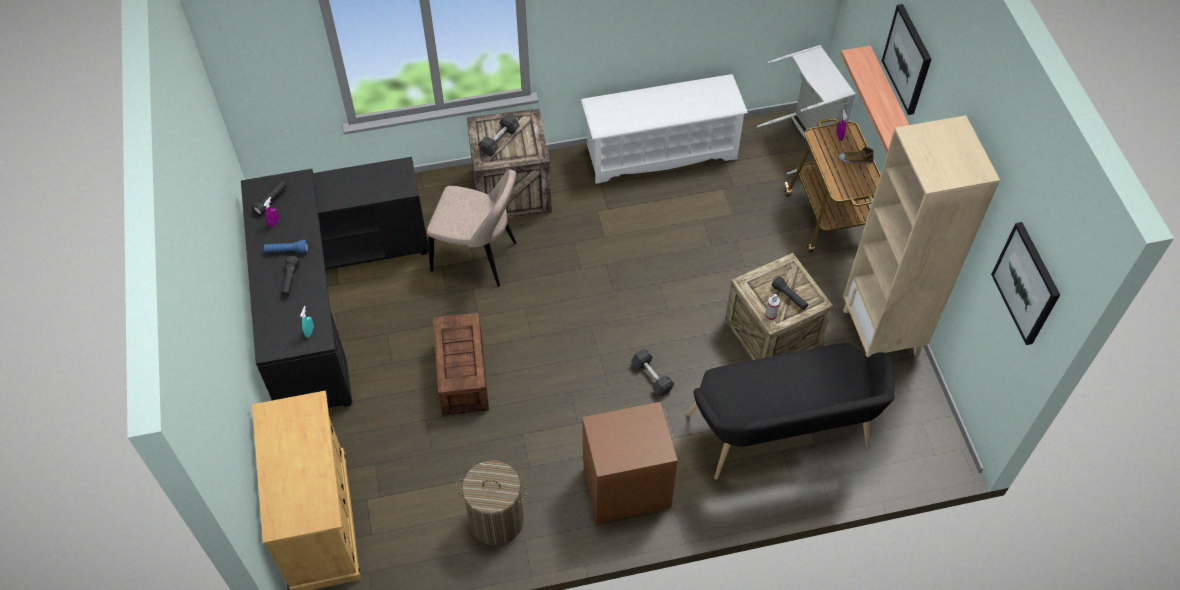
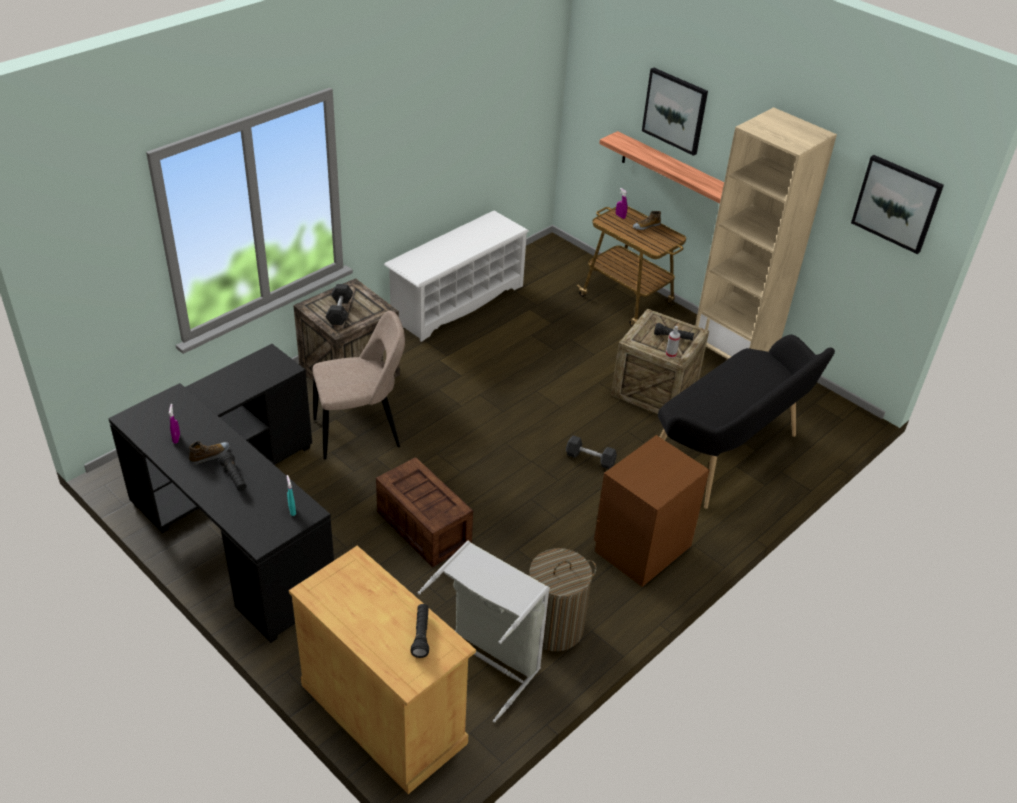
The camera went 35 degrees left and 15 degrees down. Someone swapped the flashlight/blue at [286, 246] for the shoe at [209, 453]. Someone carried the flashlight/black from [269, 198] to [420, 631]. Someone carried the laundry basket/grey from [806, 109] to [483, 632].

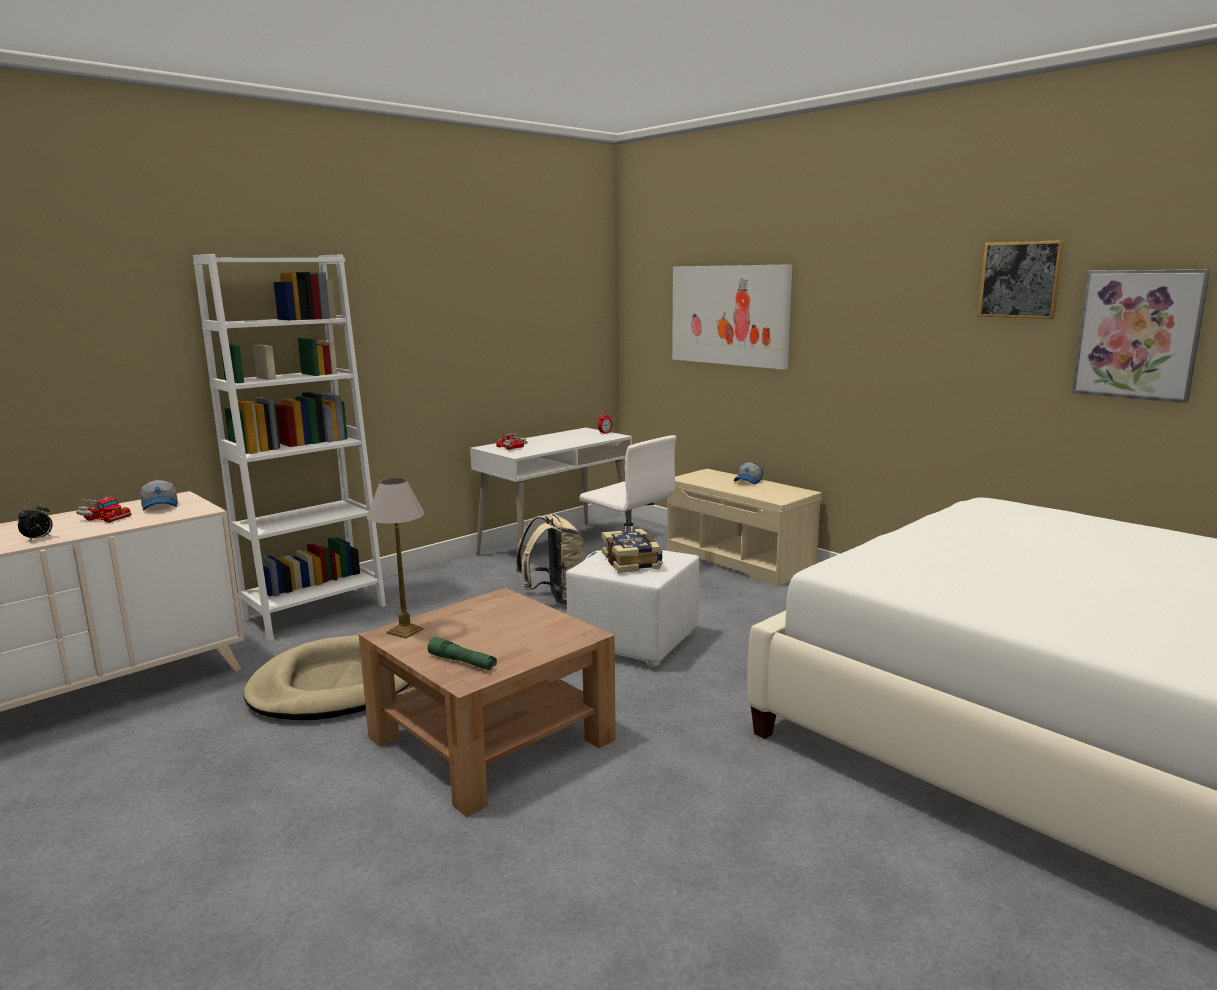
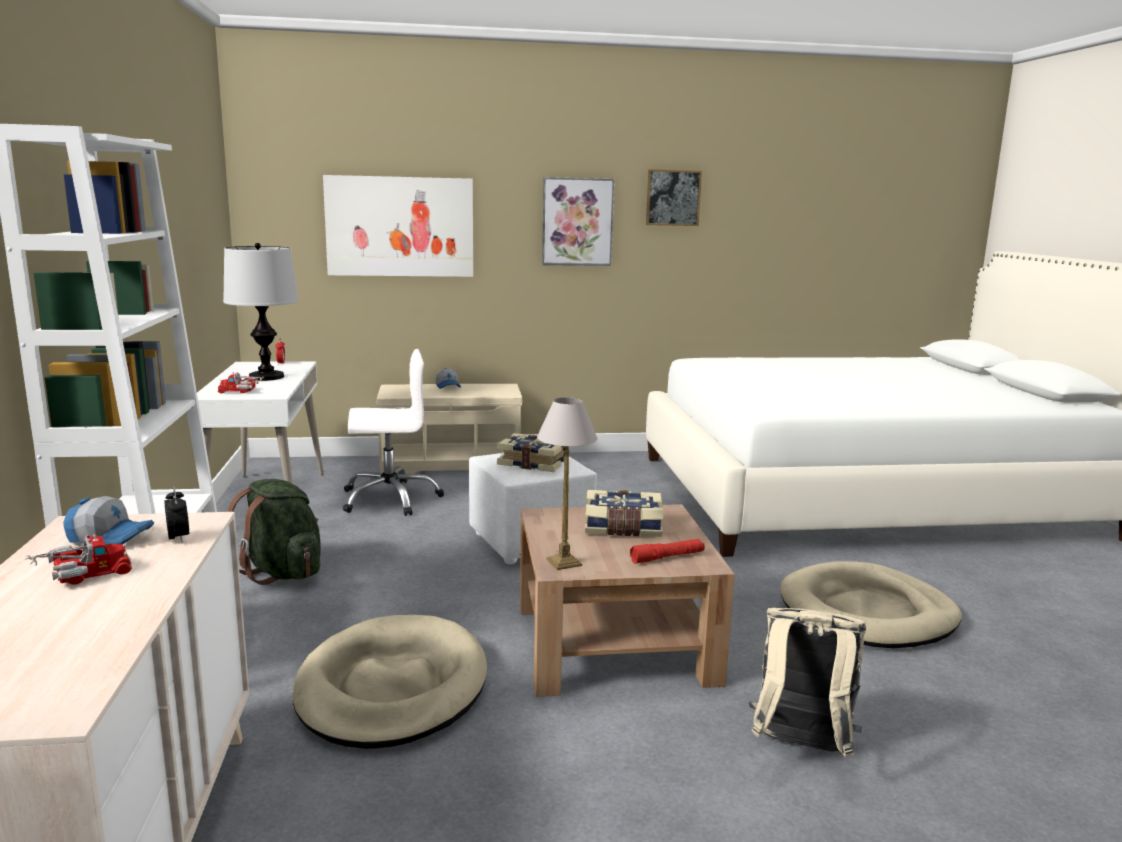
The camera went 55 degrees left and 0 degrees up. Someone carried the alarm clock from [35, 521] to [176, 514]. Someone put down the table lamp at [261, 312]. Someone put down the backpack/green at [274, 532]. Someone carried the picture from [1141, 336] to [578, 221]. Someone put down the book at [624, 513]. Someone repainted the flashlight/green at [462, 653], which became the flashlight/red at [667, 551]. Someone carried the backpack/beige from [549, 559] to [807, 682]. Someone put down the dog bed/beige at [871, 604].

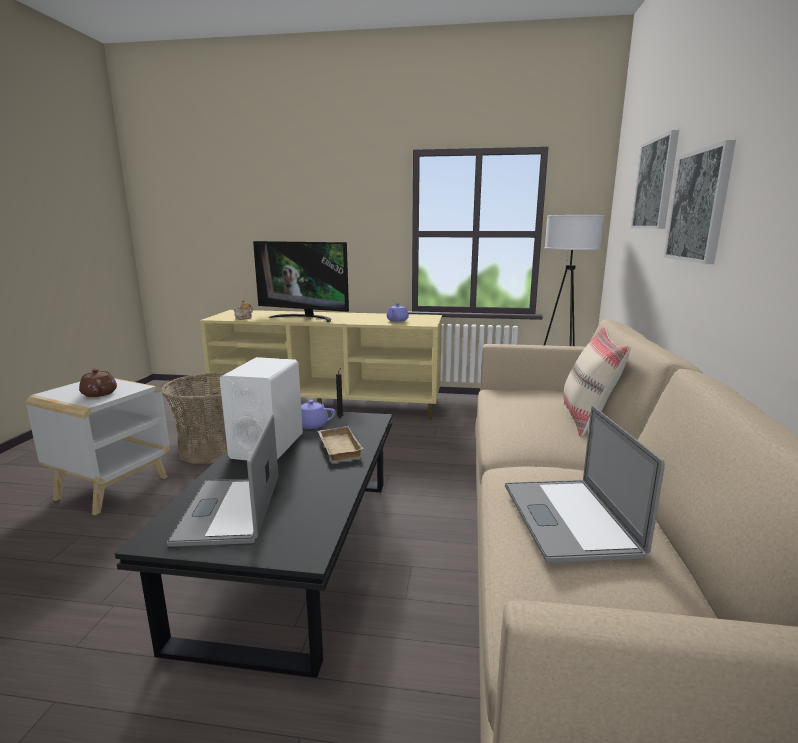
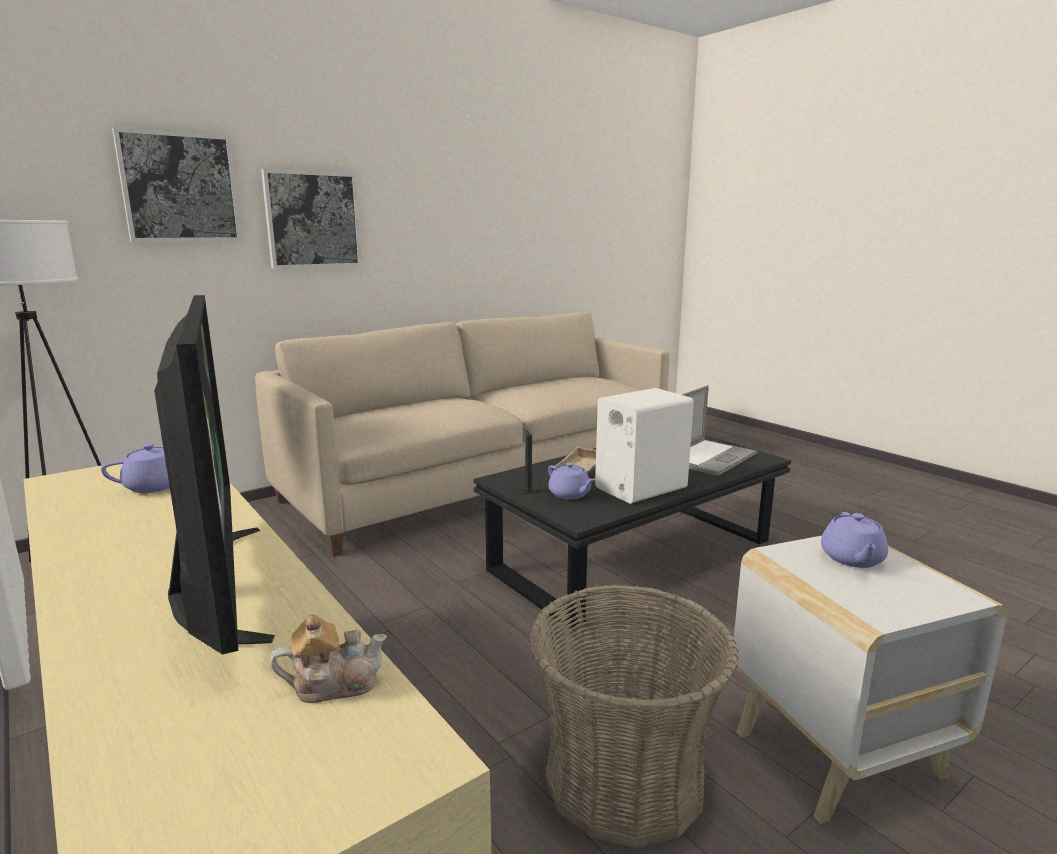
The camera went 135 degrees left and 0 degrees up. Someone repainted the teapot/brown at [98, 382], which became the teapot/purple at [854, 540]. Someone took away the laptop at [585, 484]. Someone took away the pillow/beige at [597, 381].

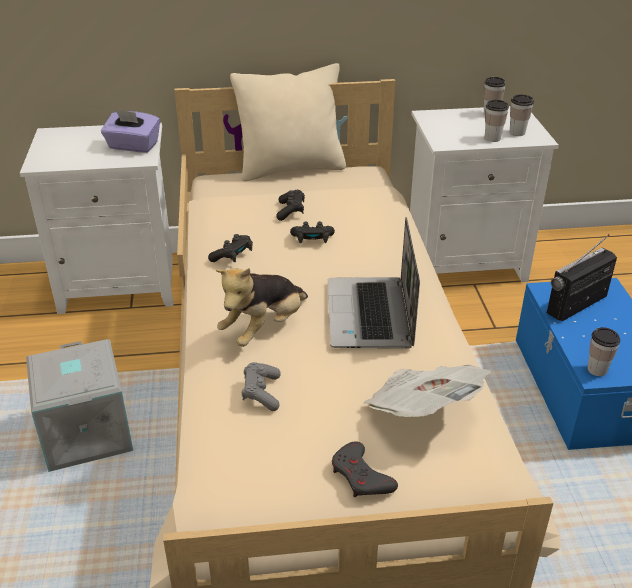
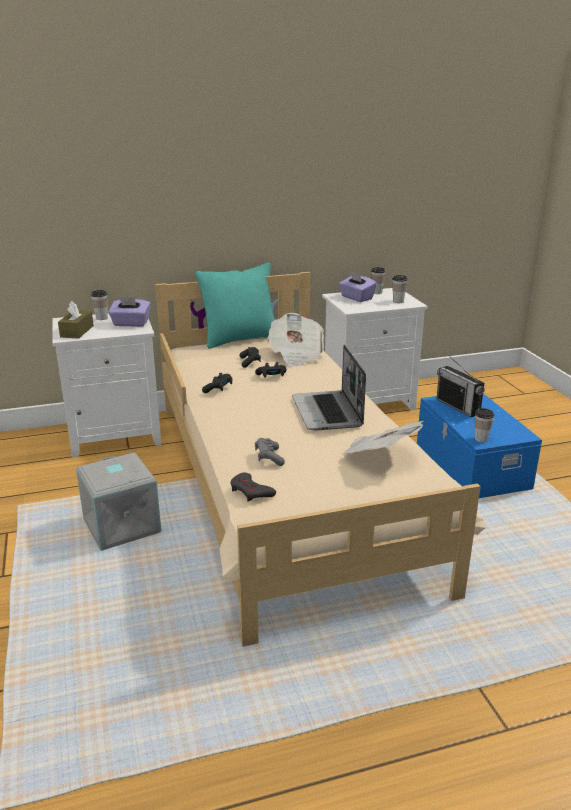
The camera went 10 degrees left and 10 degrees down. Someone put down the tissue box/brown at [76, 319]. Someone carried the cup from [497, 121] to [99, 305]. Someone repainted the pillow/beige at [288, 122], which became the pillow/turquoise at [235, 305]. Someone carried the game controller/grey from [365, 469] to [253, 487]. Someone put down the newspaper at [295, 340]. Someone put down the tissue box/purple at [358, 287]. Someone rotated the radio at [582, 277] by 75 degrees counterclockwise. Someone took away the plush toy at [262, 307].

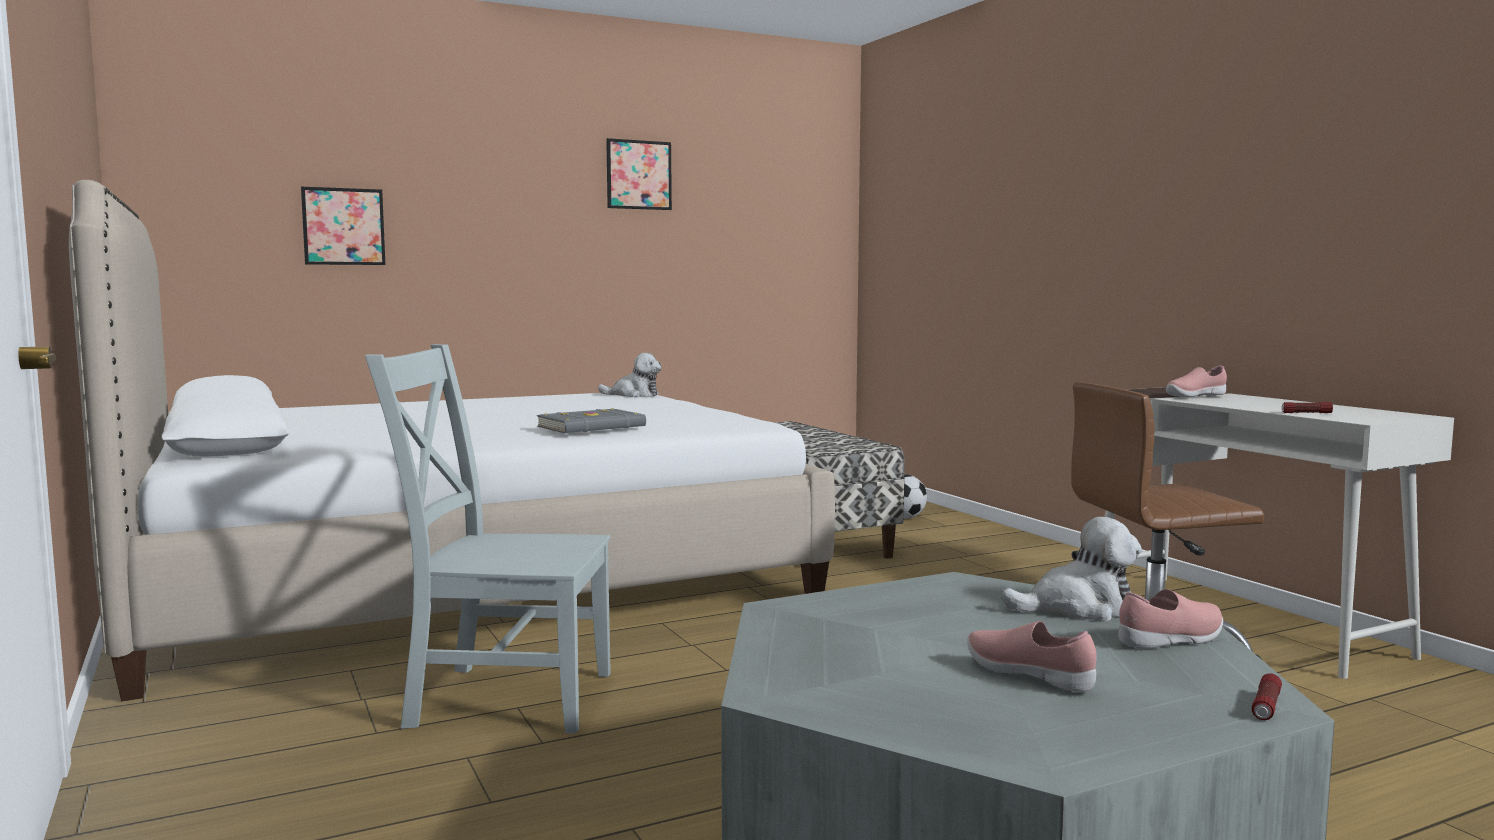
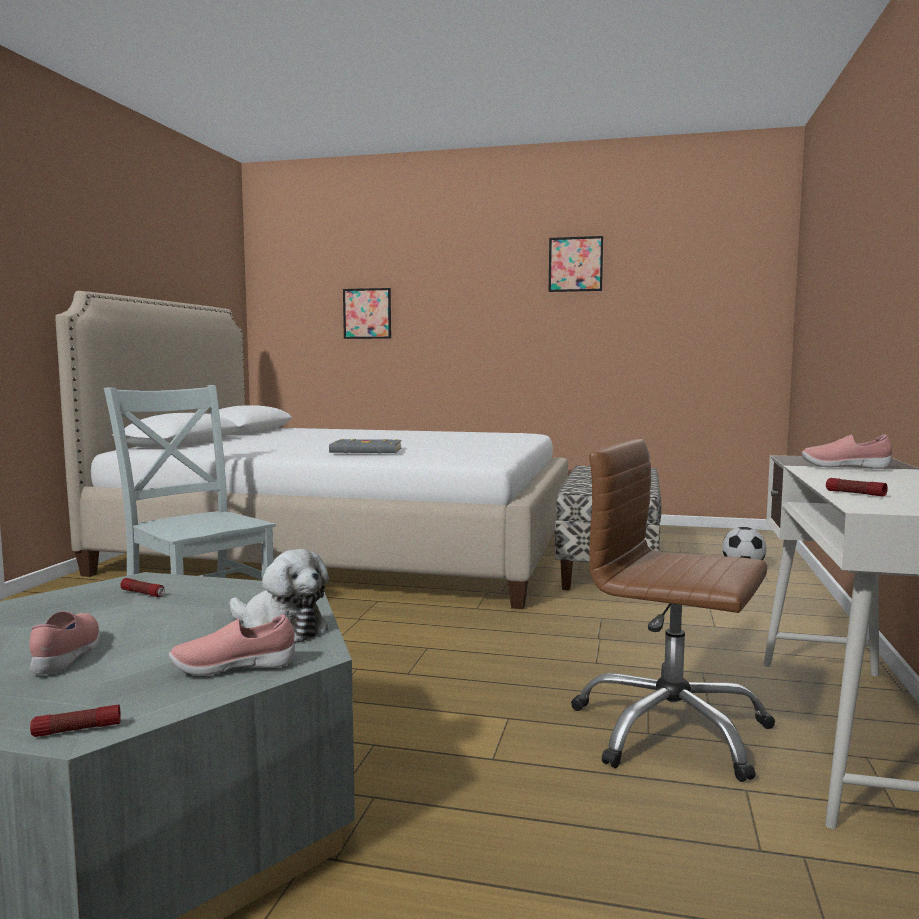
The camera went 40 degrees right and 0 degrees up. Someone put down the flashlight at [142, 587]. Someone rotated the shoe/pink at [1170, 619] by 150 degrees clockwise. Someone took away the plush toy at [629, 375].

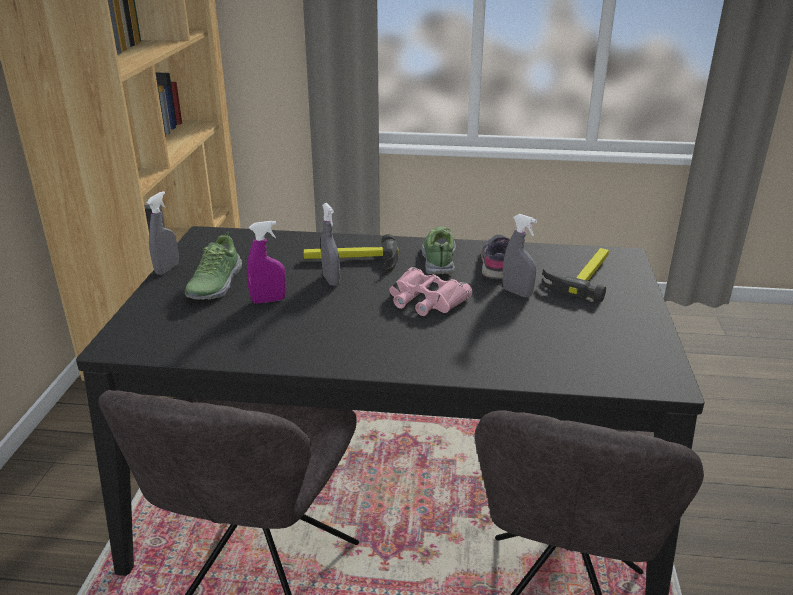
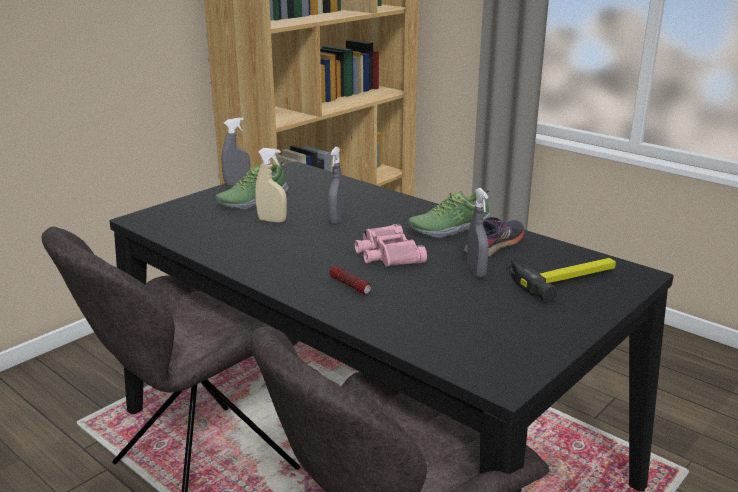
The camera went 35 degrees right and 5 degrees down. Someone repainted the spray bottle/purple at [266, 262], which became the spray bottle/beige at [271, 185]. Someone put down the flashlight at [350, 280]. Someone rotated the shoe at [438, 250] by 150 degrees counterclockwise. Someone took away the hammer at [351, 253].

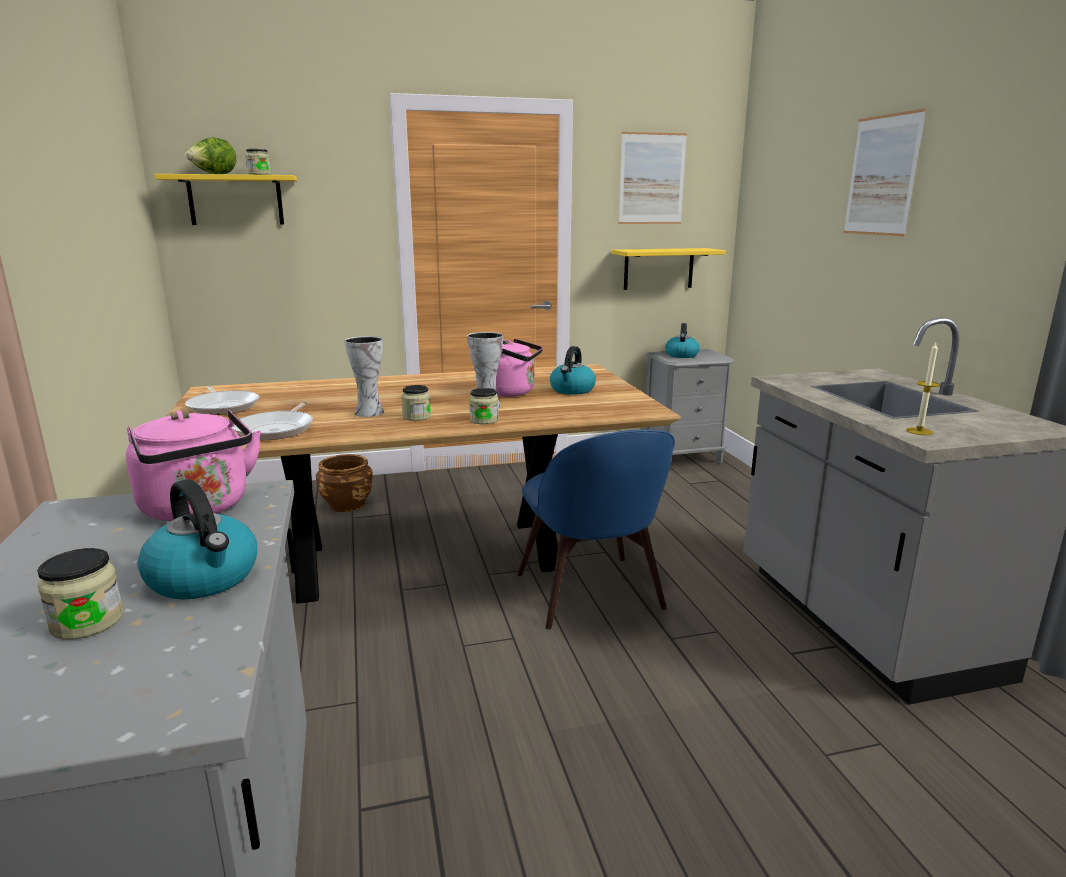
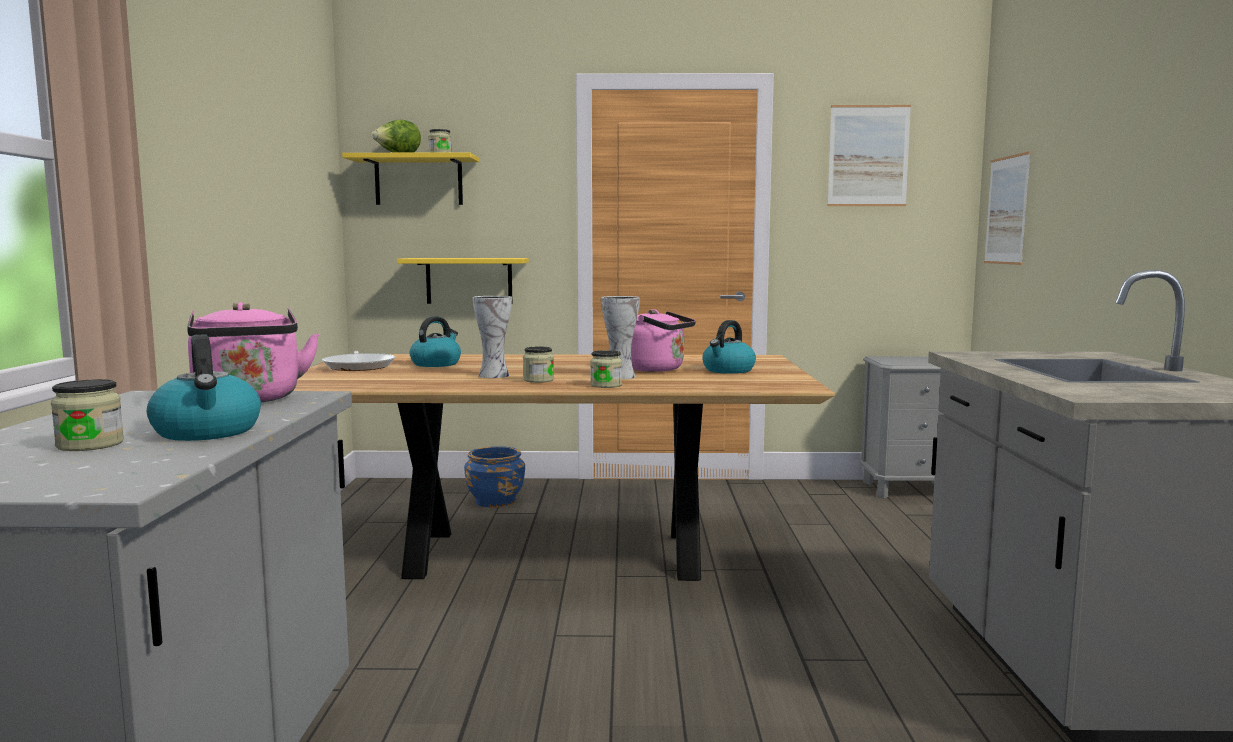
The camera went 15 degrees right and 10 degrees down. Someone carried the shelf/yellow from [668, 269] to [463, 281]. Someone carried the kettle from [682, 340] to [435, 341]. Someone repainted the planter/brown at [344, 483], which became the planter/blue at [494, 476]. Someone carried the picture from [885, 172] to [1007, 208]. Someone took away the frying pan at [272, 421]. Someone took away the chair/blue at [596, 529]. Someone took away the candle at [923, 389].

